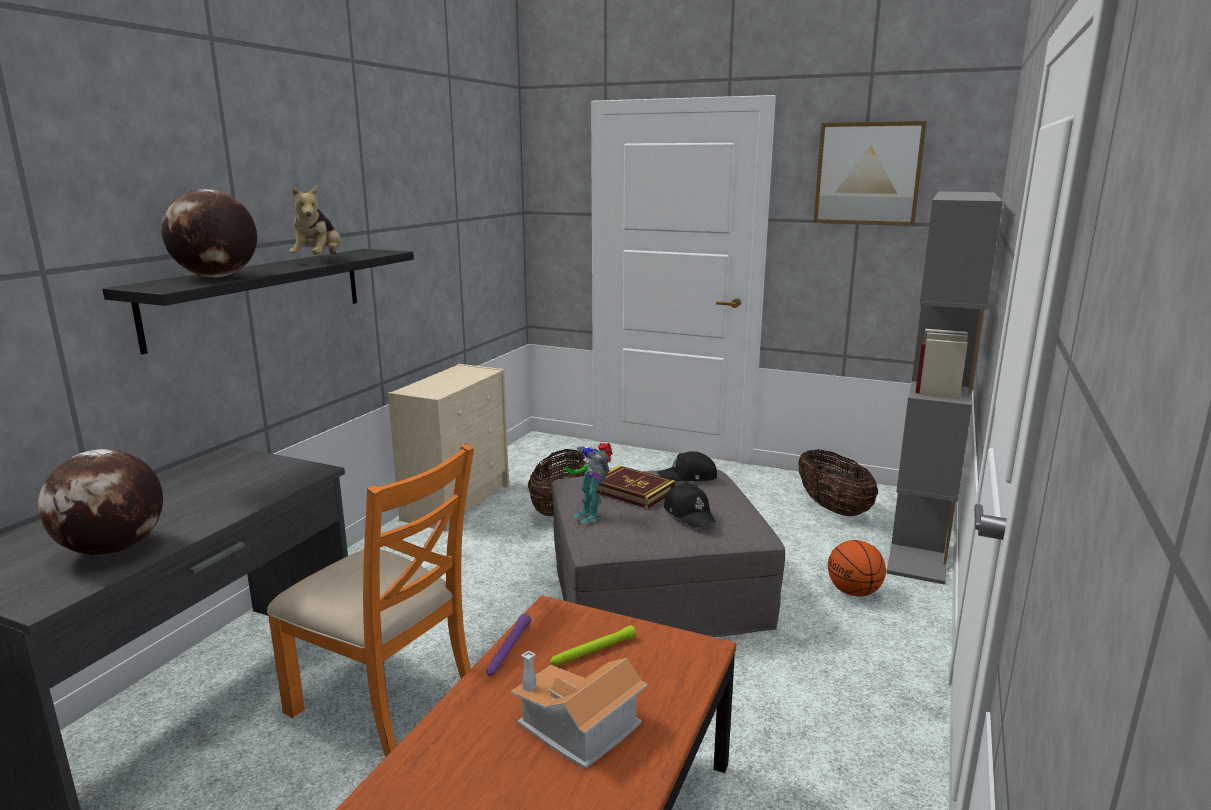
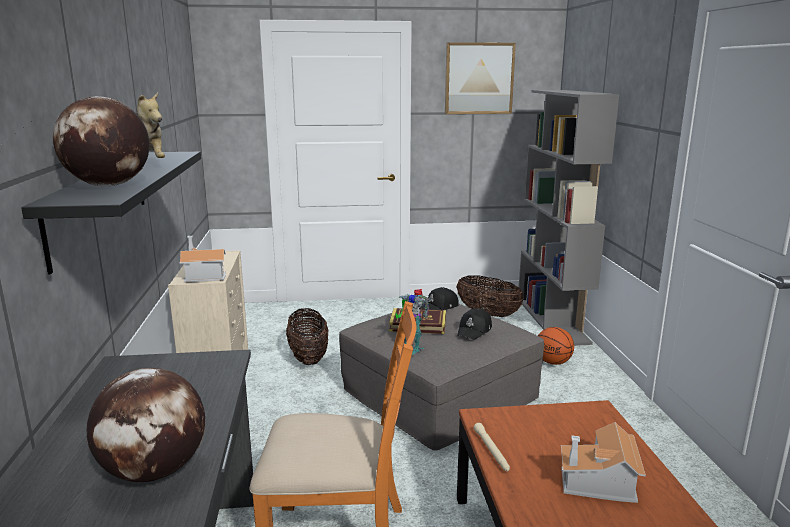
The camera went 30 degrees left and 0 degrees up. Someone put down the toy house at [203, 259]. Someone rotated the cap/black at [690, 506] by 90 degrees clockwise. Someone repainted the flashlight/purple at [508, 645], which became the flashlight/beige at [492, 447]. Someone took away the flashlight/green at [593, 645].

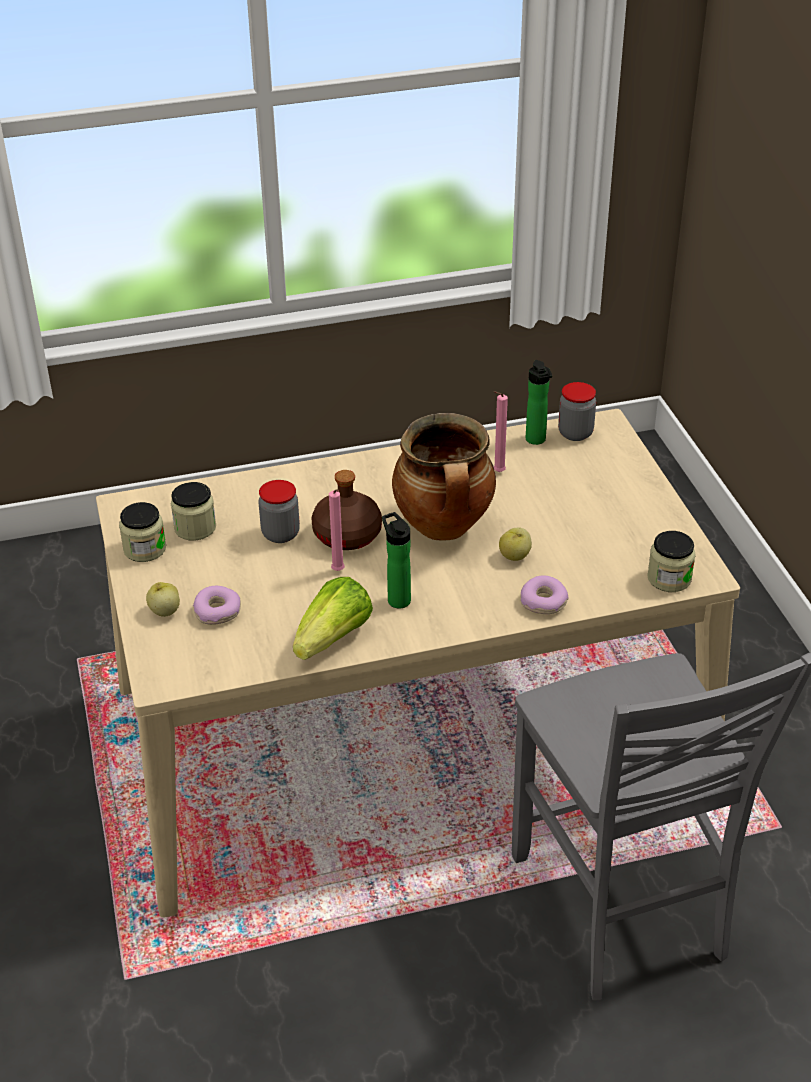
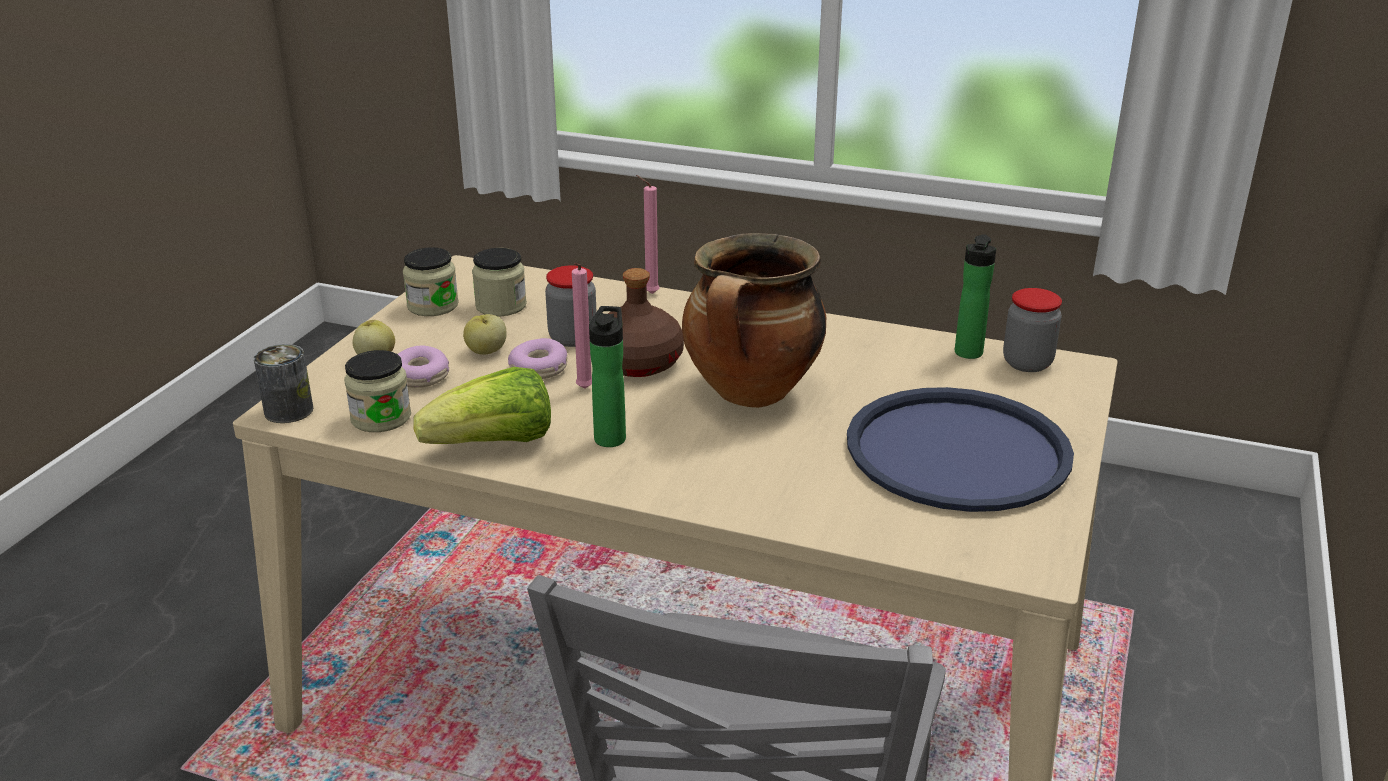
The camera went 35 degrees right and 10 degrees down. Someone put down the can at [283, 383]. Someone carried the jar from [671, 561] to [377, 391]. Someone carried the apple from [515, 544] to [485, 334]. Someone carried the donut from [544, 595] to [538, 358]. Someone carried the candle/pink from [501, 431] to [648, 234]. Someone put down the tray/blue at [960, 449].

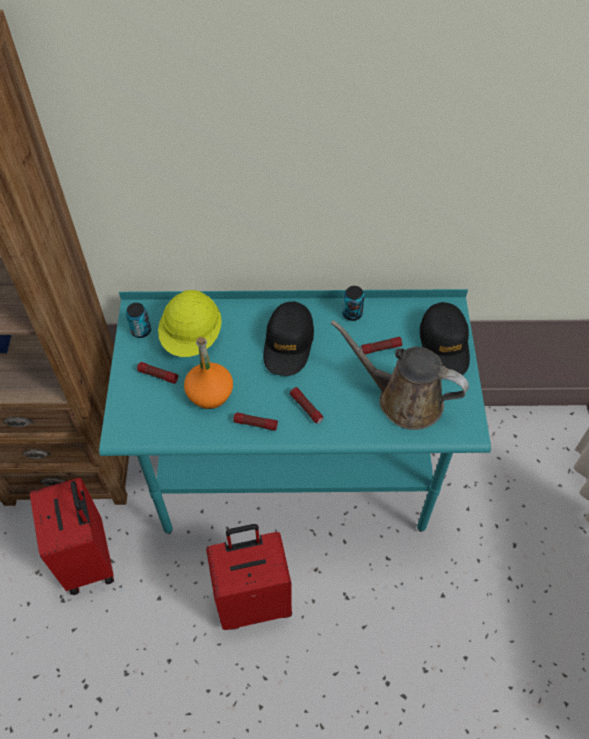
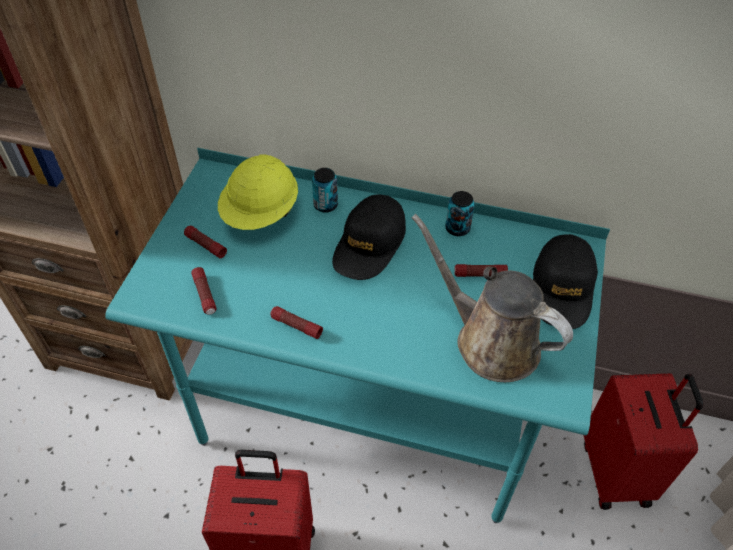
The camera went 15 degrees right and 5 degrees down. Someone carried the flashlight from [306, 405] to [204, 291]. Someone carried the can from [138, 320] to [325, 190]. Someone carried the suitcase/red from [72, 536] to [643, 441]. Someone took away the bottle/orange at [208, 373].

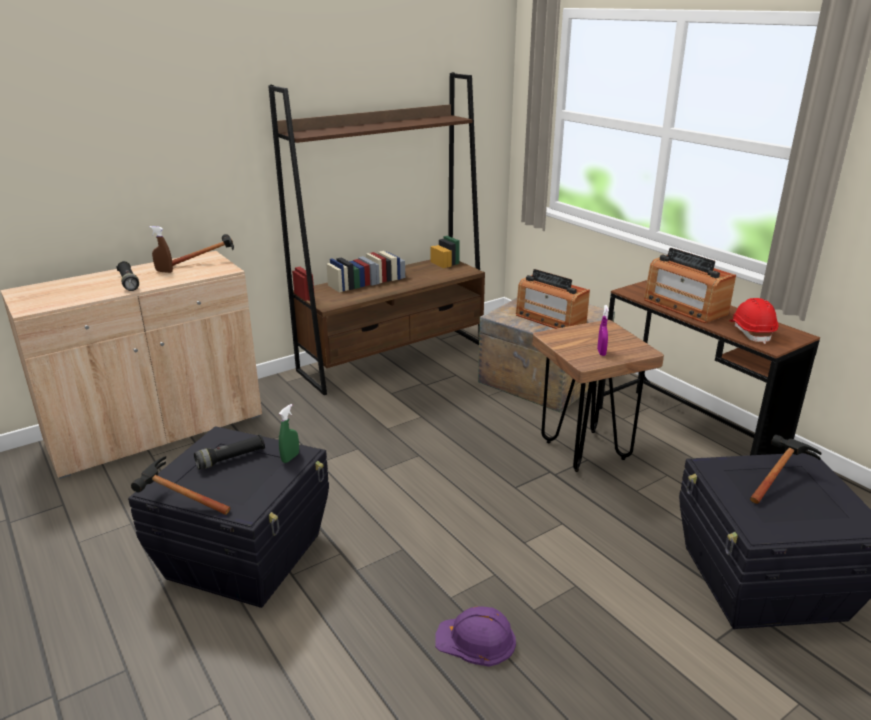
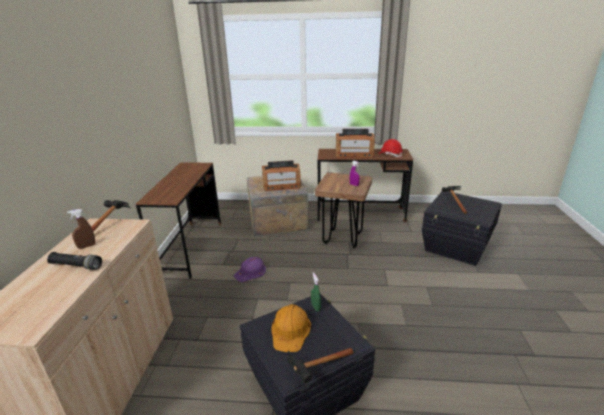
The camera went 50 degrees left and 0 degrees up. Someone swapped the bookcase/brown at [376, 233] for the desk/brown at [178, 220]. Someone carried the hard hat/purple from [475, 636] to [250, 269]. Someone swapped the flashlight/black at [229, 452] for the hard hat/orange at [291, 328].

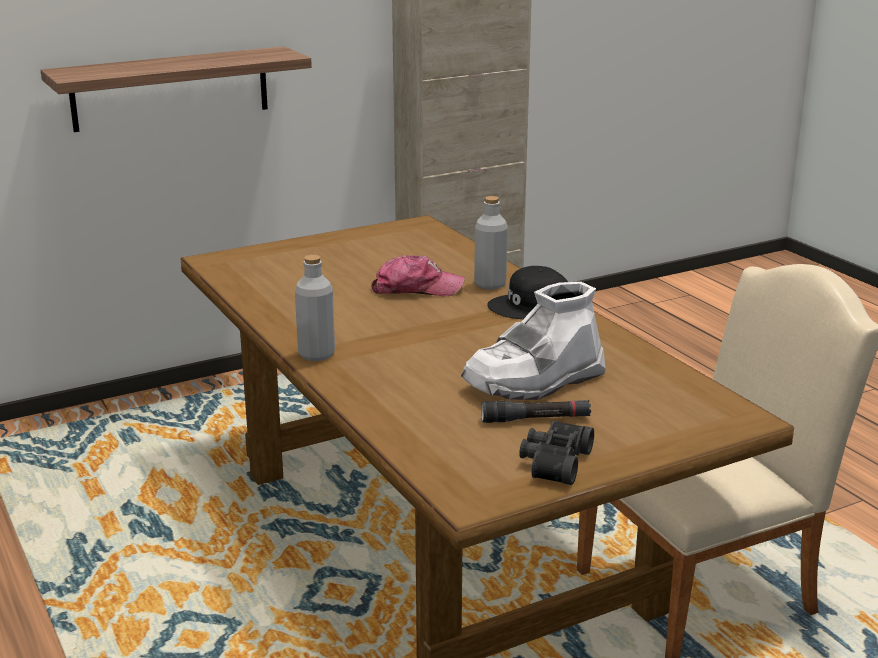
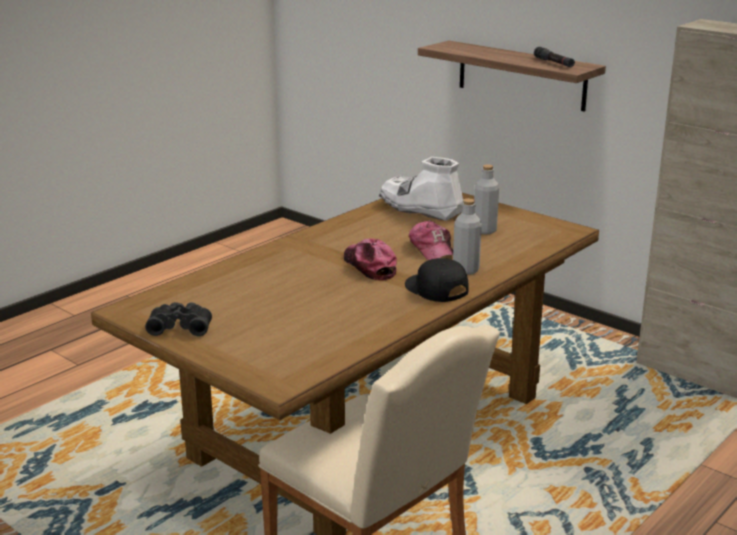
The camera went 70 degrees right and 0 degrees up. Someone put down the cap at [370, 260]. Someone carried the boot/white from [533, 341] to [421, 189]. Someone carried the bottle/grey from [315, 308] to [486, 199]. Someone carried the flashlight/black from [536, 411] to [554, 57].

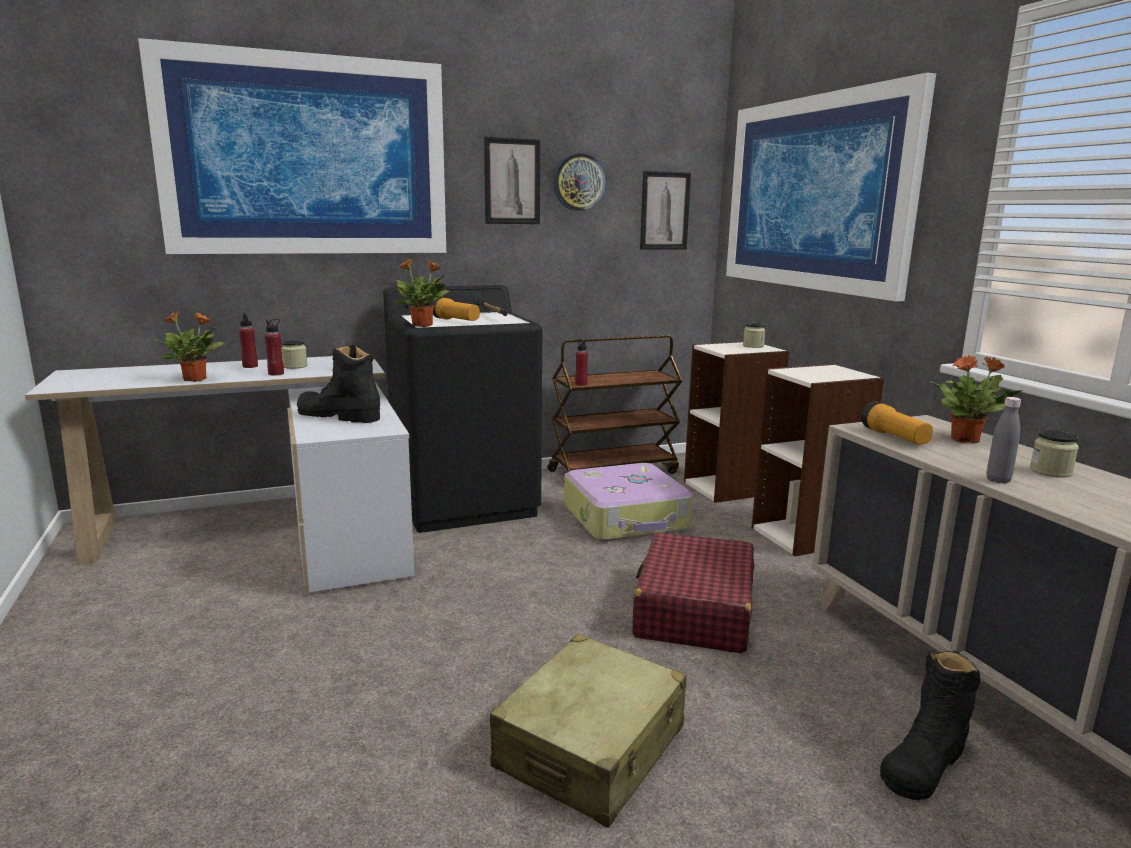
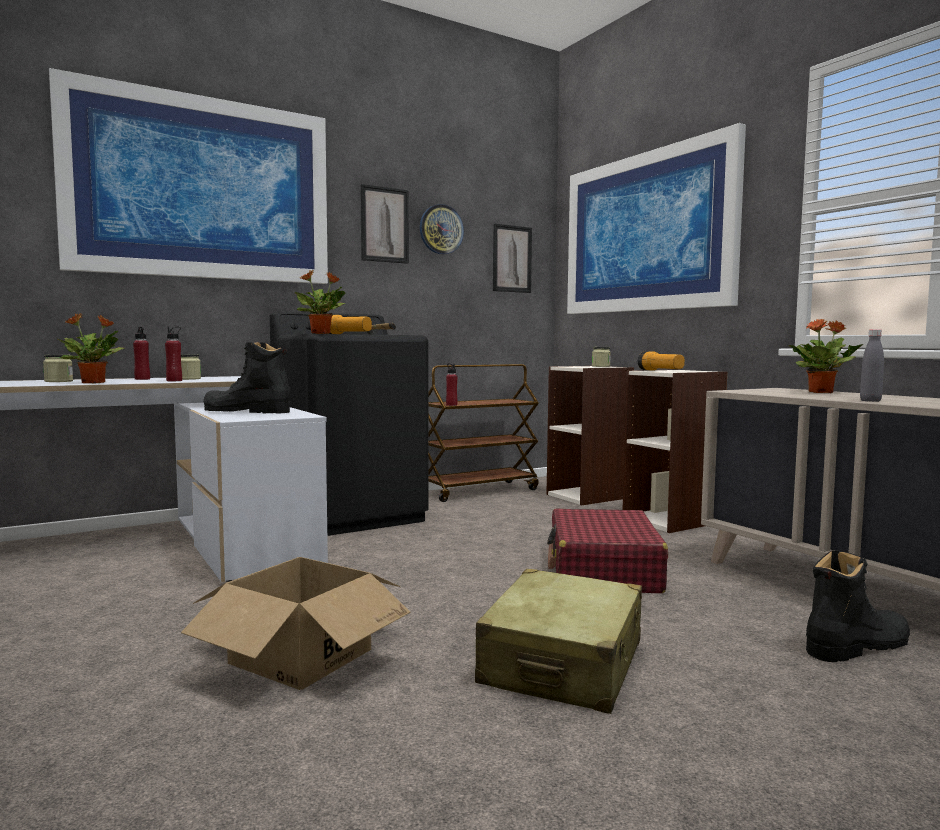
The camera went 10 degrees left and 10 degrees down. Someone carried the jar from [1054, 454] to [58, 368]. Someone put down the cardboard box at [296, 623]. Someone carried the flashlight from [897, 423] to [661, 361]. Someone rotated the boot/black at [930, 725] by 150 degrees counterclockwise. Someone took away the suitcase at [628, 502].

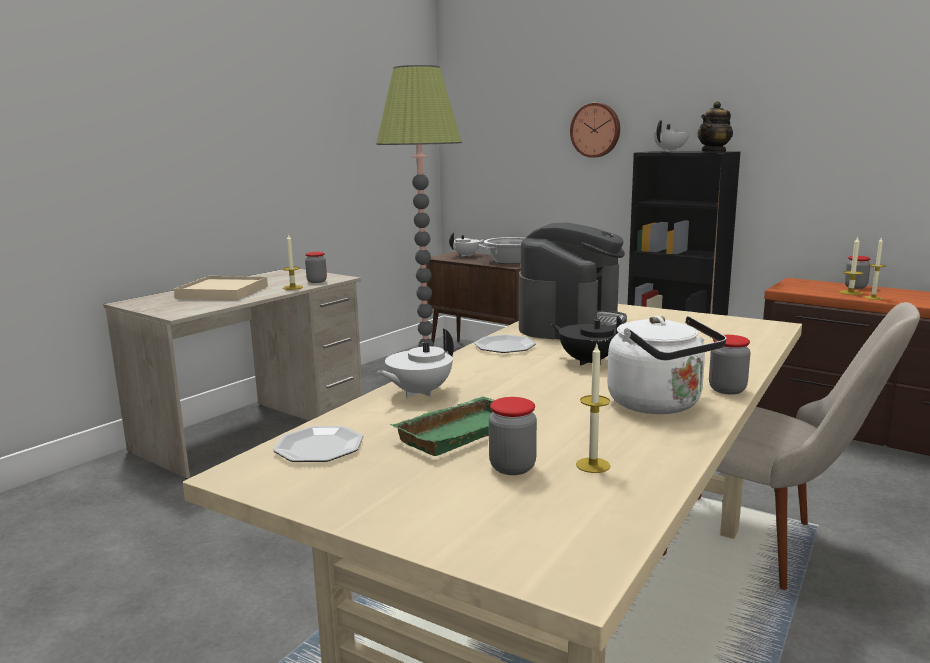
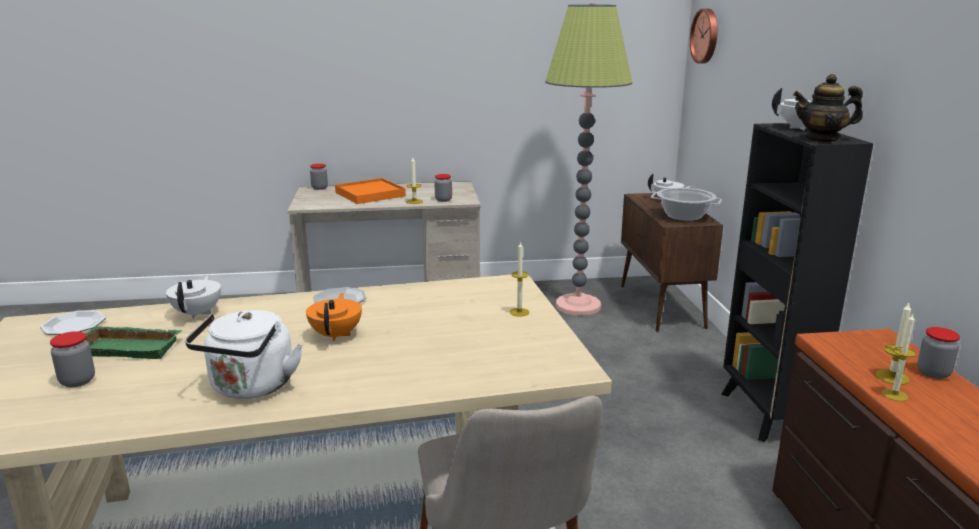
The camera went 45 degrees right and 5 degrees up. Someone rotated the teapot/white at [415, 363] by 90 degrees clockwise. Someone repainted the teapot/black at [587, 340], which became the teapot/orange at [334, 317]. Someone carried the jar from [730, 364] to [319, 177]. Someone repainted the tray/beige at [221, 288], which became the tray/orange at [370, 191]. Someone carried the candle from [593, 409] to [519, 278]. Someone carried the wall clock from [595, 130] to [703, 36]. Someone took away the coffee machine at [573, 280].

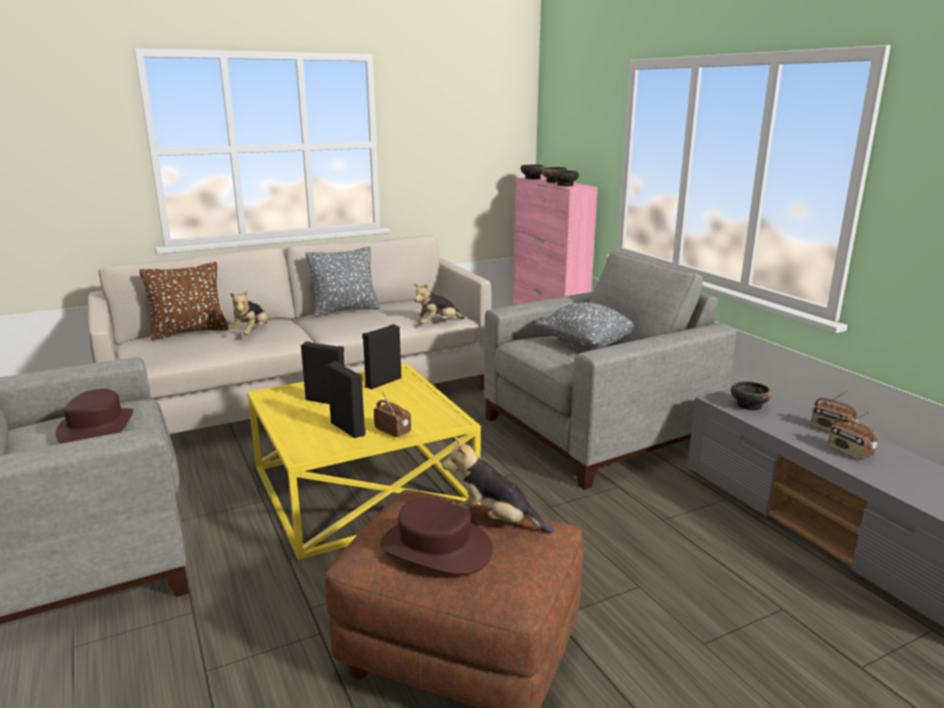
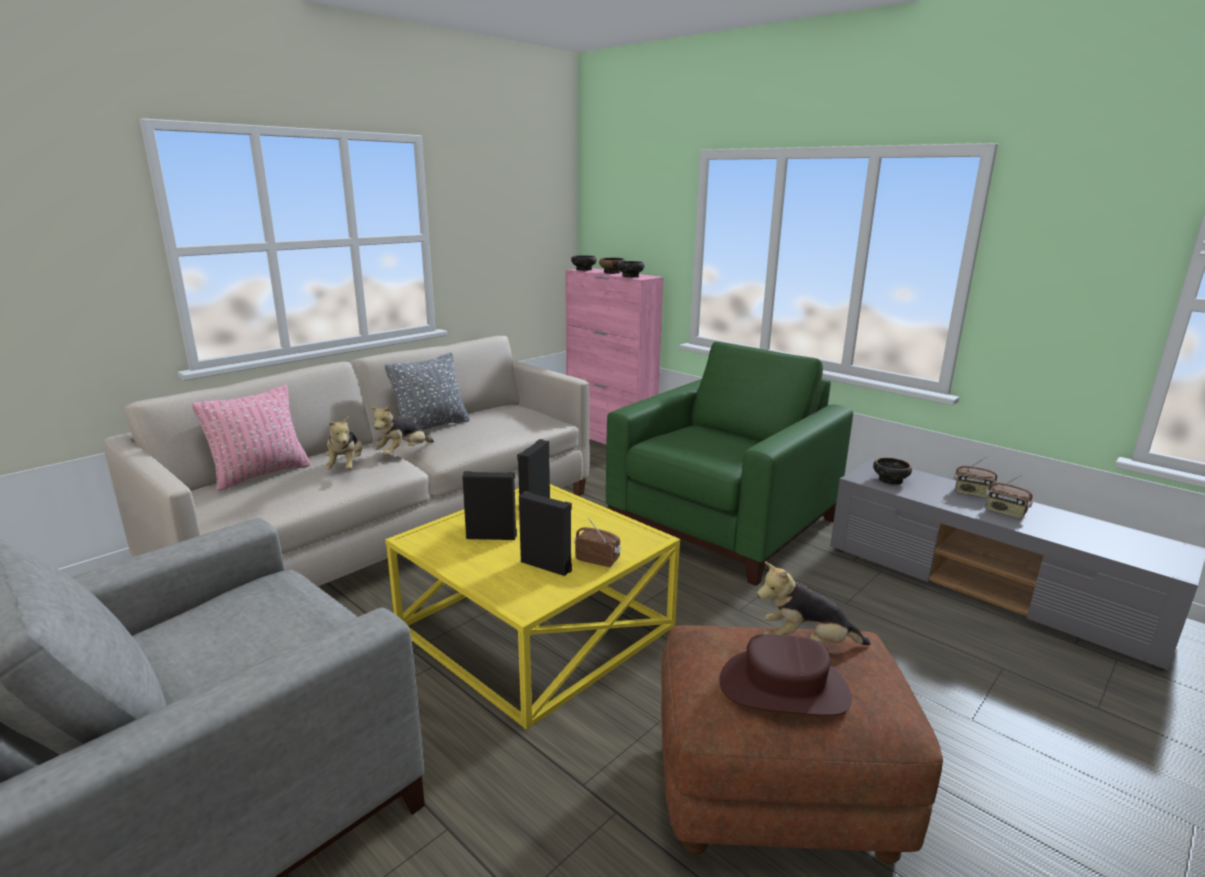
The camera went 20 degrees left and 0 degrees up. Someone repainted the pillow/brown at [184, 301], which became the pillow/pink at [251, 438]. Someone carried the plush toy from [439, 304] to [402, 430]. Someone repainted the armchair/grey at [610, 370], which became the armchair/green at [729, 464]. Someone took away the hat/brown at [94, 416]. Someone took away the pillow/grey at [584, 326].

